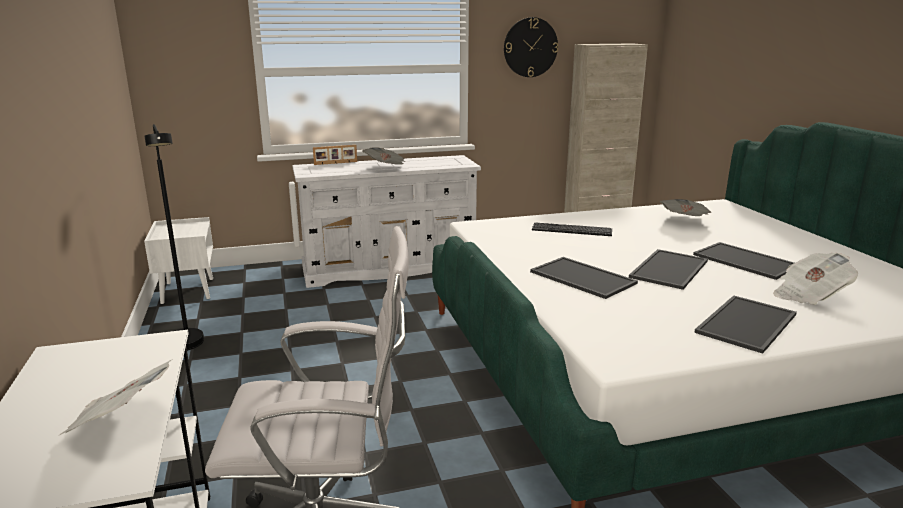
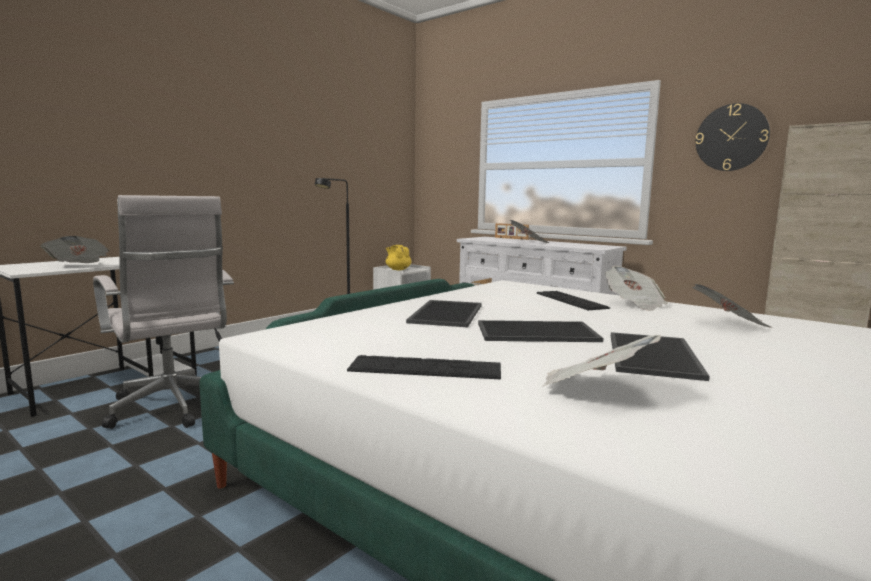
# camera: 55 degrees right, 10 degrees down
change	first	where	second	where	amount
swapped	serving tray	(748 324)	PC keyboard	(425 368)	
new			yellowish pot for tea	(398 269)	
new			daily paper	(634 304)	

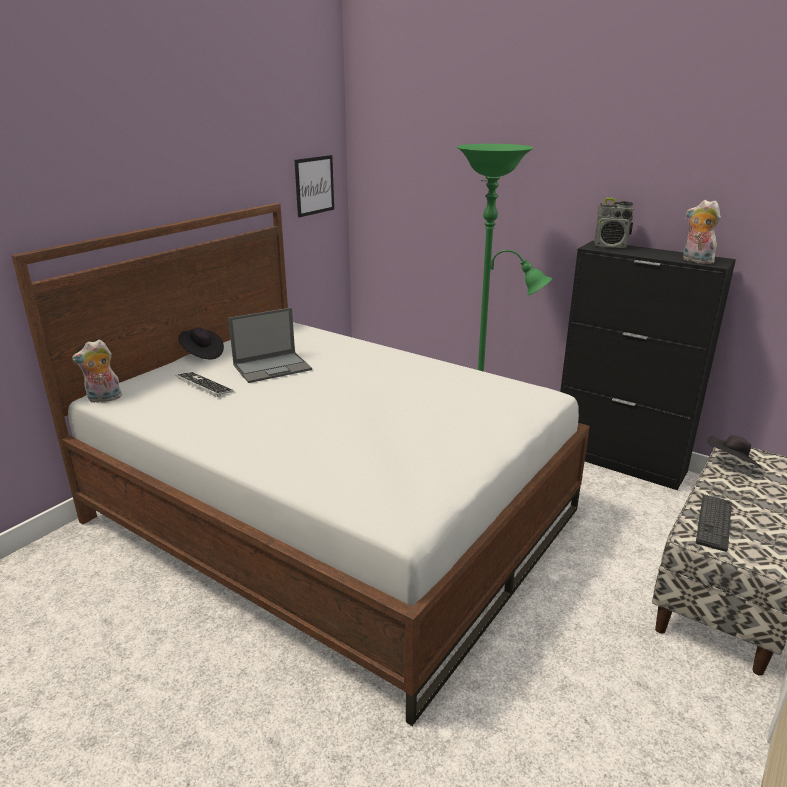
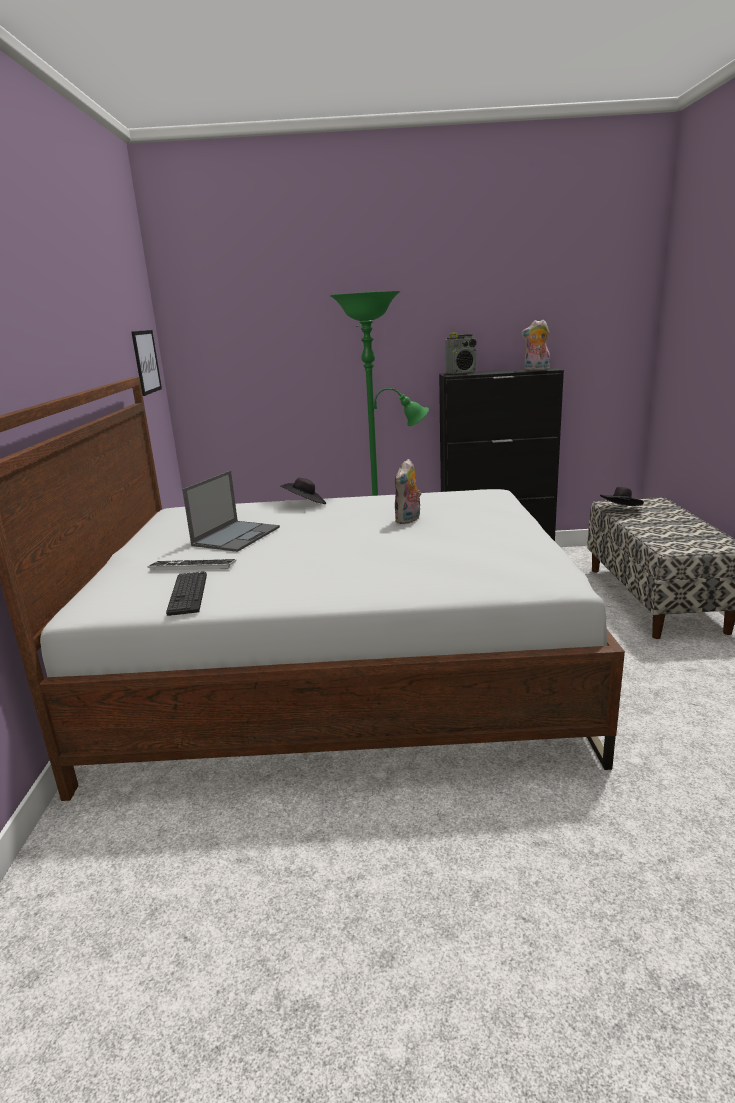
# camera: 35 degrees left, 5 degrees down
change	first	where	second	where	amount
shifted	plush toy	(104 399)		(408 520)	
shifted	black-coloured wearable hat	(202 354)		(305 504)	
shifted	PC keyboard	(714 523)		(188 594)	

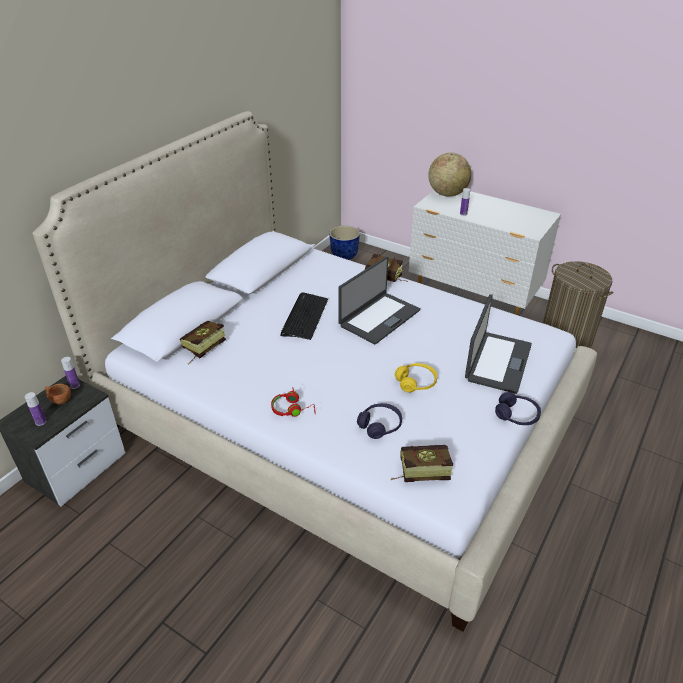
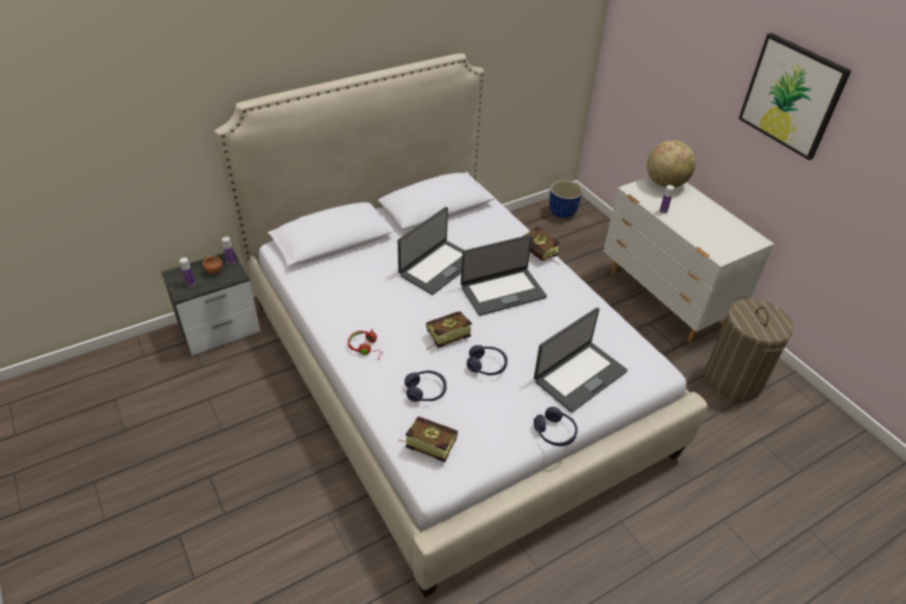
# camera: 25 degrees right, 5 degrees up
change	first	where	second	where	amount
shifted	volume	(201 349)		(444 338)	
swapped	PC keyboard	(304 316)	portable computer	(437 267)	
repainted	yellowish pair of headphones	(416 382)	purplish pair of headphones	(486 365)	
new			picture	(792 96)	

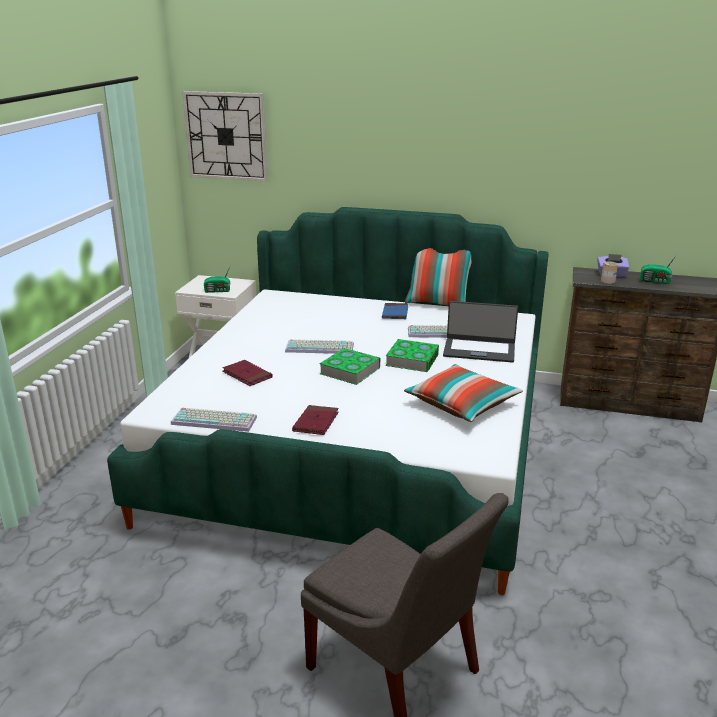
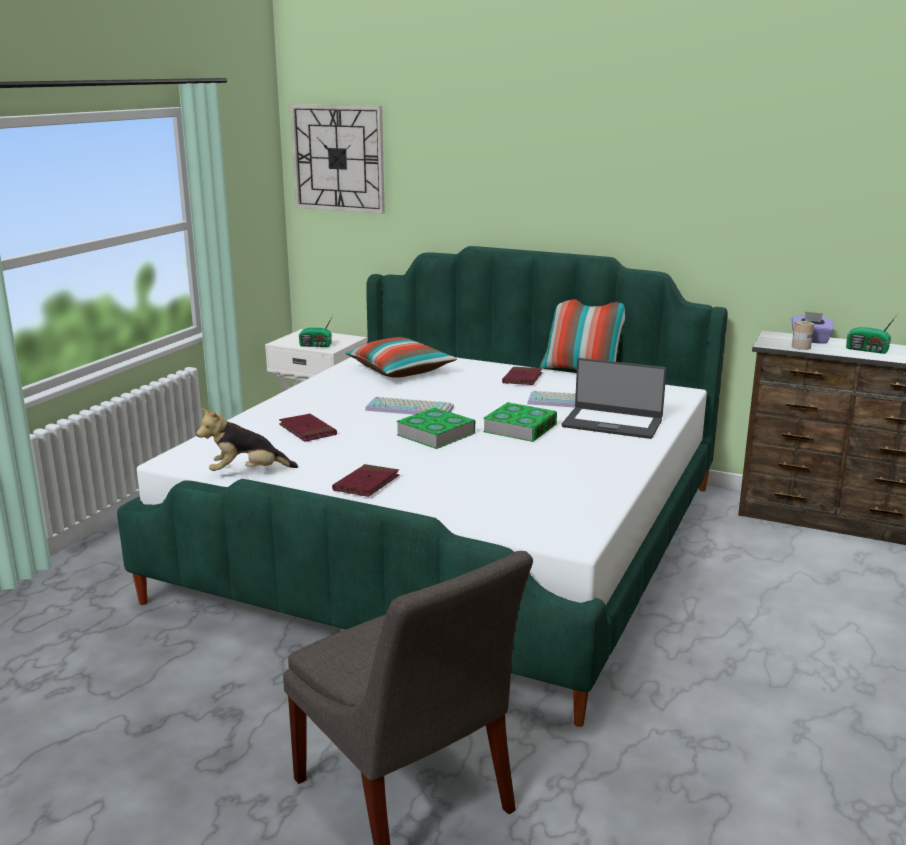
# camera: 10 degrees right, 5 degrees down
change	first	where	second	where	amount
swapped	PC keyboard	(215 420)	plush toy	(247 473)	
repainted	blue-coloured volume	(395 313)	red-coloured volume	(522 379)	
shifted	cushion	(461 405)		(400 371)	

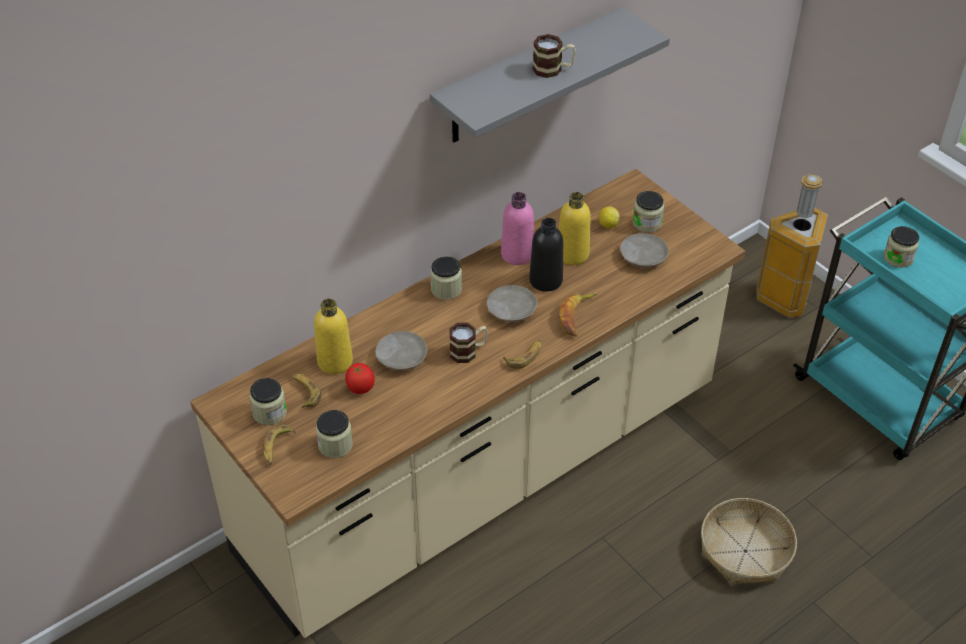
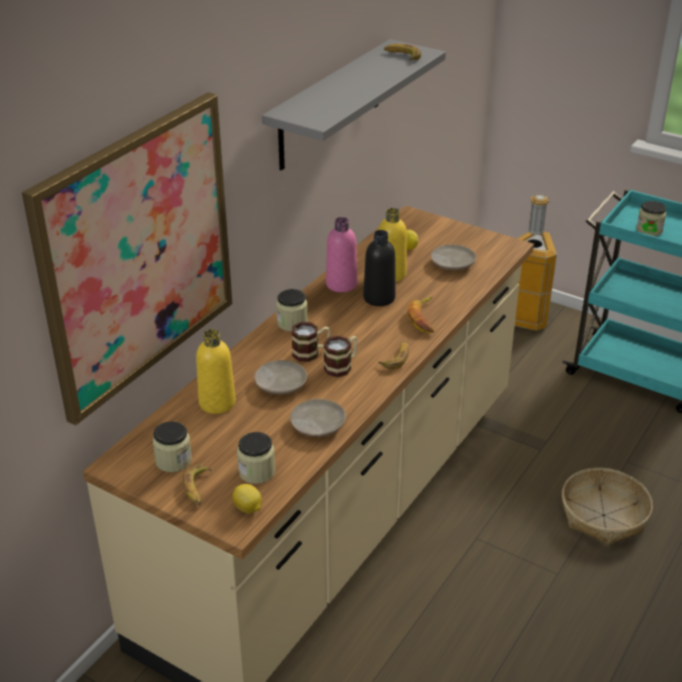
# camera: 20 degrees left, 10 degrees down
change	first	where	second	where	amount
shifted	banana fruit	(305 392)		(402 56)	
gone	fresh tomato	(360 388)			
shifted	beige-coloured plate	(511 309)		(317 425)	
shifted	mug	(553 69)		(311 352)	
gone	jar	(647 223)			
new			picture	(138 254)	
new			citrus fruit	(248 509)	

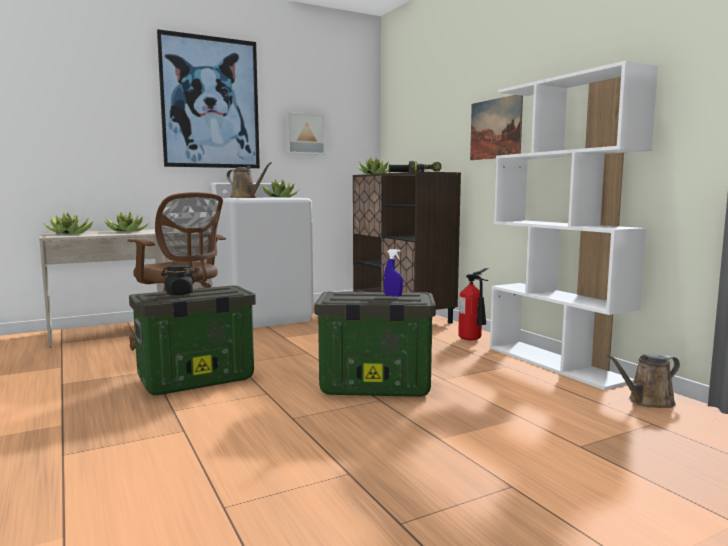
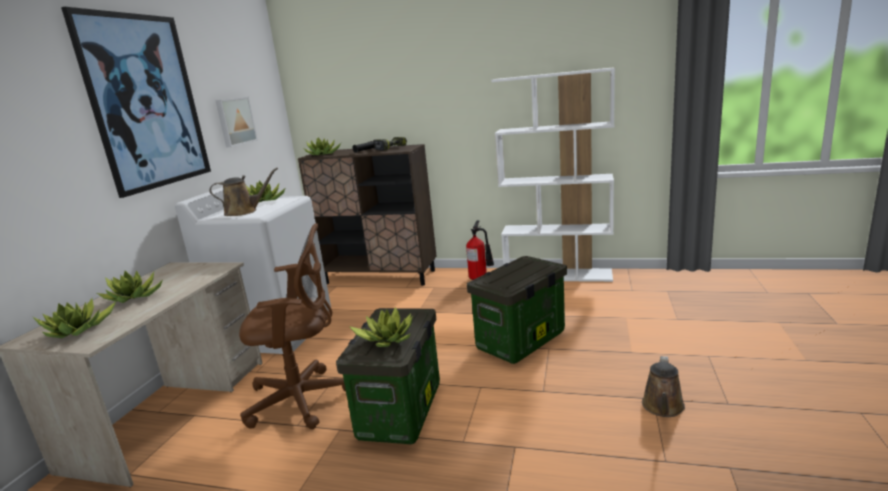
# camera: 45 degrees left, 10 degrees up
change	first	where	second	where	amount
swapped	black-coloured jar	(179 293)	plant in a pot	(387 338)	
gone	blue-coloured spray bottle	(393 296)			
gone	picture	(495 129)			
shifted	brown-coloured watering pot	(647 401)		(663 407)	

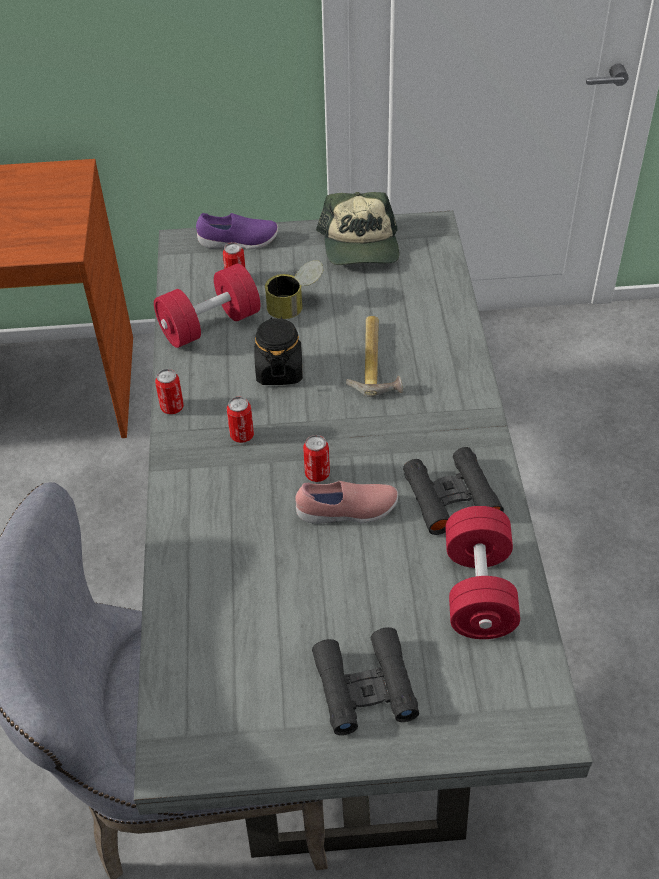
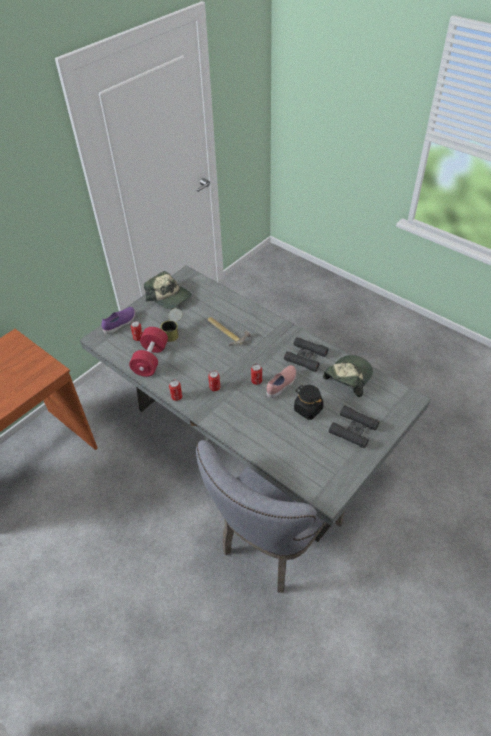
# camera: 45 degrees left, 0 degrees up
change	first	where	second	where	amount
shifted	black-coloured jar	(279 371)		(308 409)	
swapped	red-coloured hand weight	(478 590)	peaked cap	(348 378)	

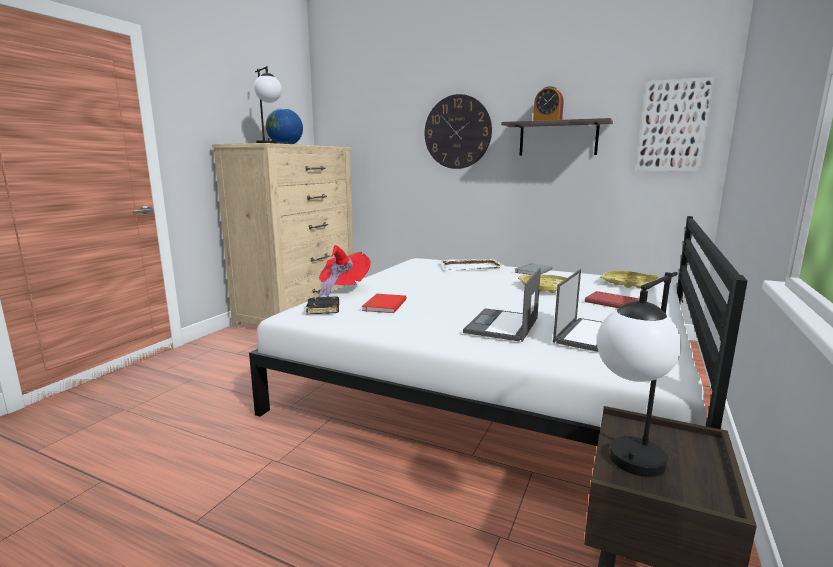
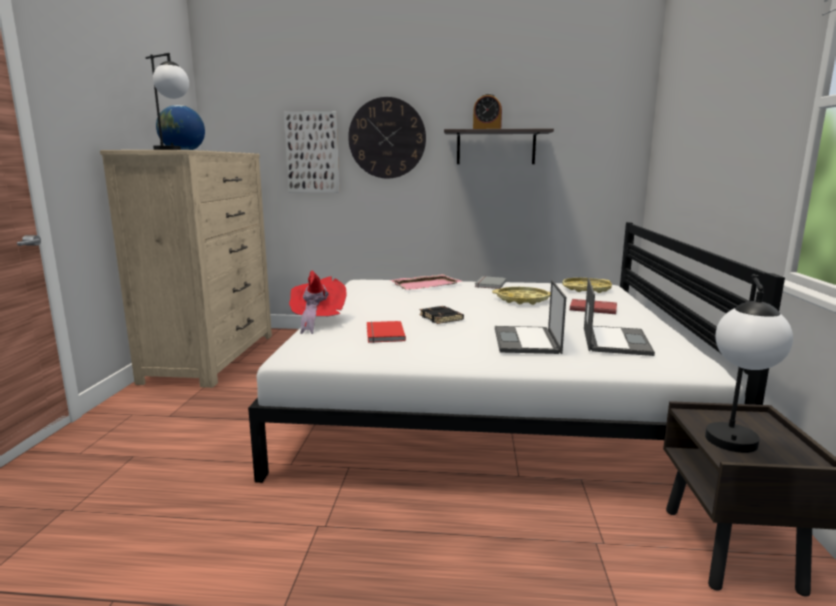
# camera: 20 degrees left, 0 degrees up
change	first	where	second	where	amount
shifted	black-coloured volume	(324 309)		(442 318)	
repainted	white serving tray	(471 266)	pink serving tray	(426 284)	
shifted	picture	(673 126)		(312 152)	

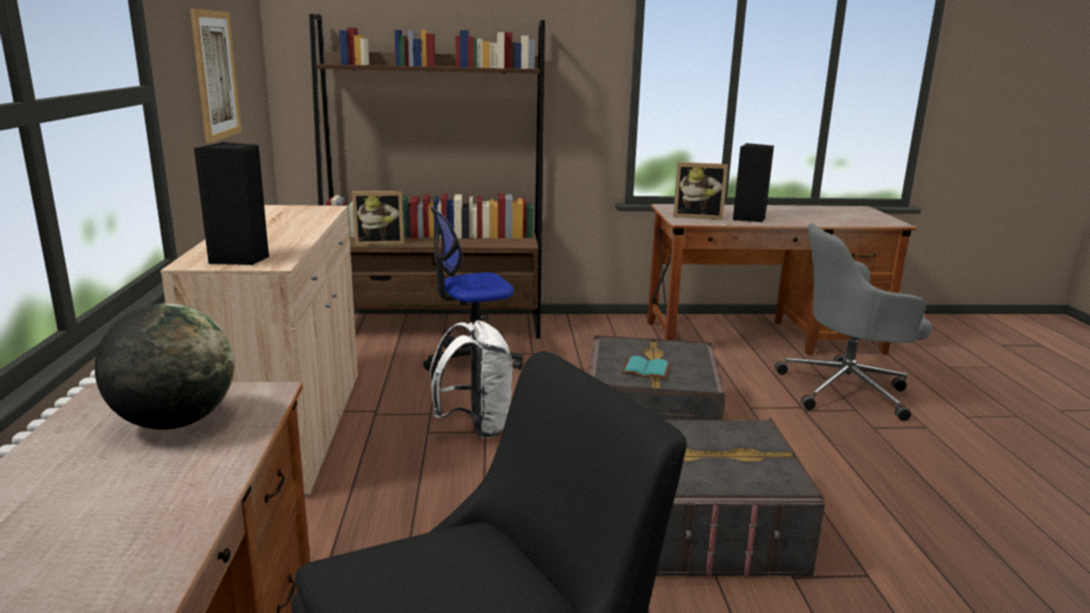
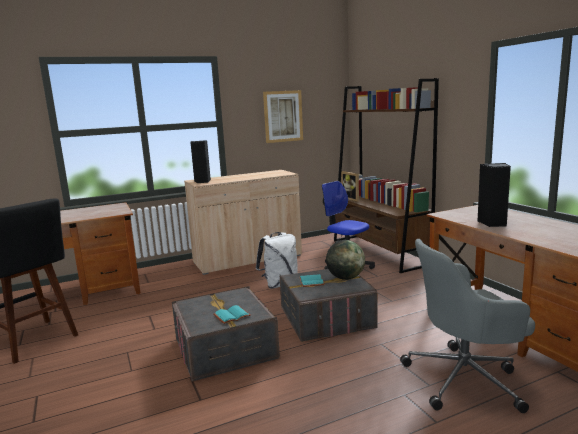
# camera: 70 degrees right, 5 degrees down
change	first	where	second	where	amount
shifted	world globe	(174 422)		(345 278)	
gone	photo frame	(697 216)			
rotated	gray office chair	(847 390)		(465 379)	75 degrees counterclockwise
new			blue-green volume	(232 316)	

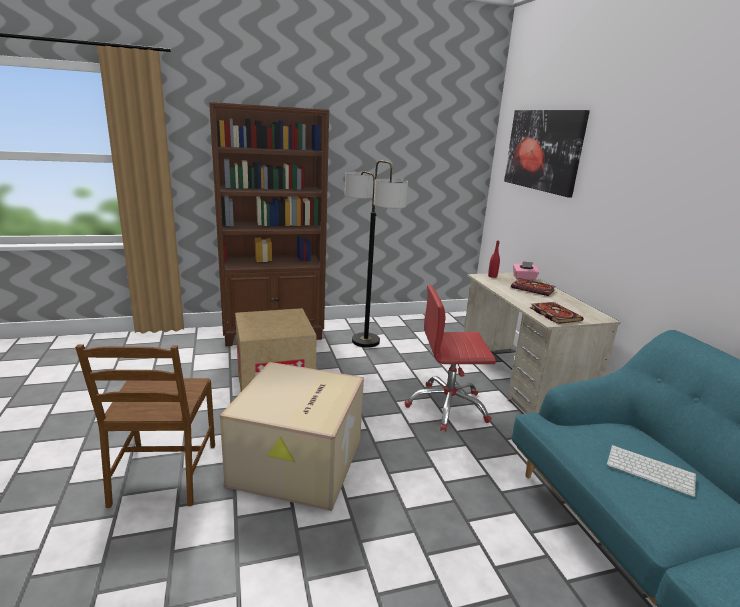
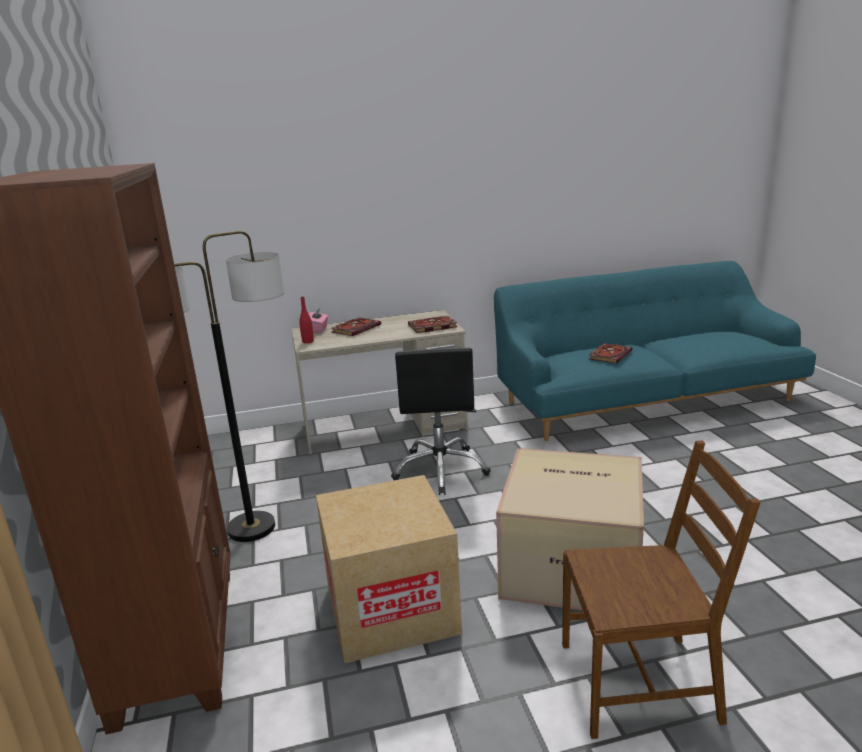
# camera: 85 degrees left, 0 degrees up
change	first	where	second	where	amount
repainted	red-coloured office chair	(447 407)	black-coloured office chair	(441 469)	
gone	picture	(543 150)			
swapped	PC keyboard	(651 470)	volume	(610 355)	

